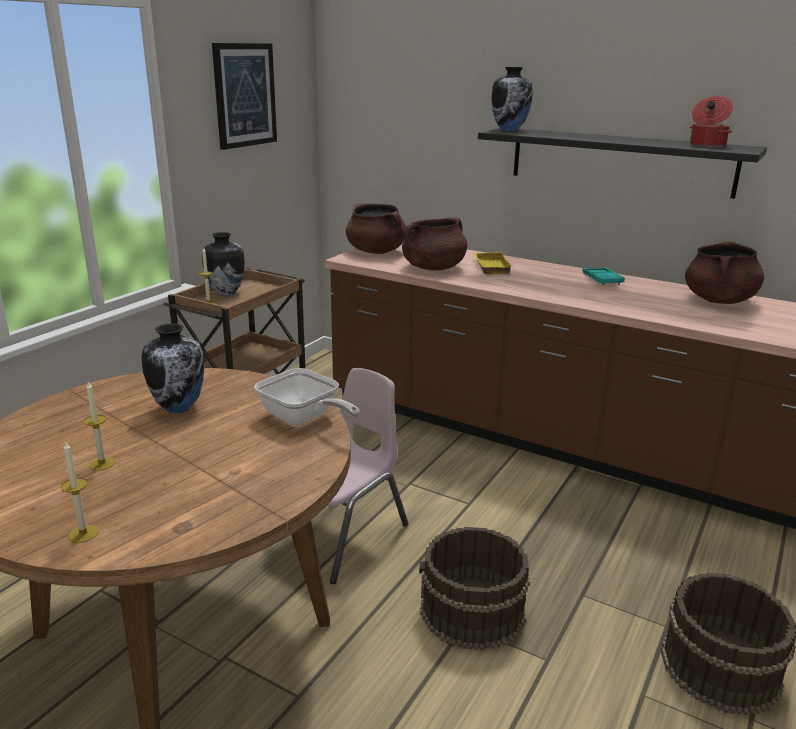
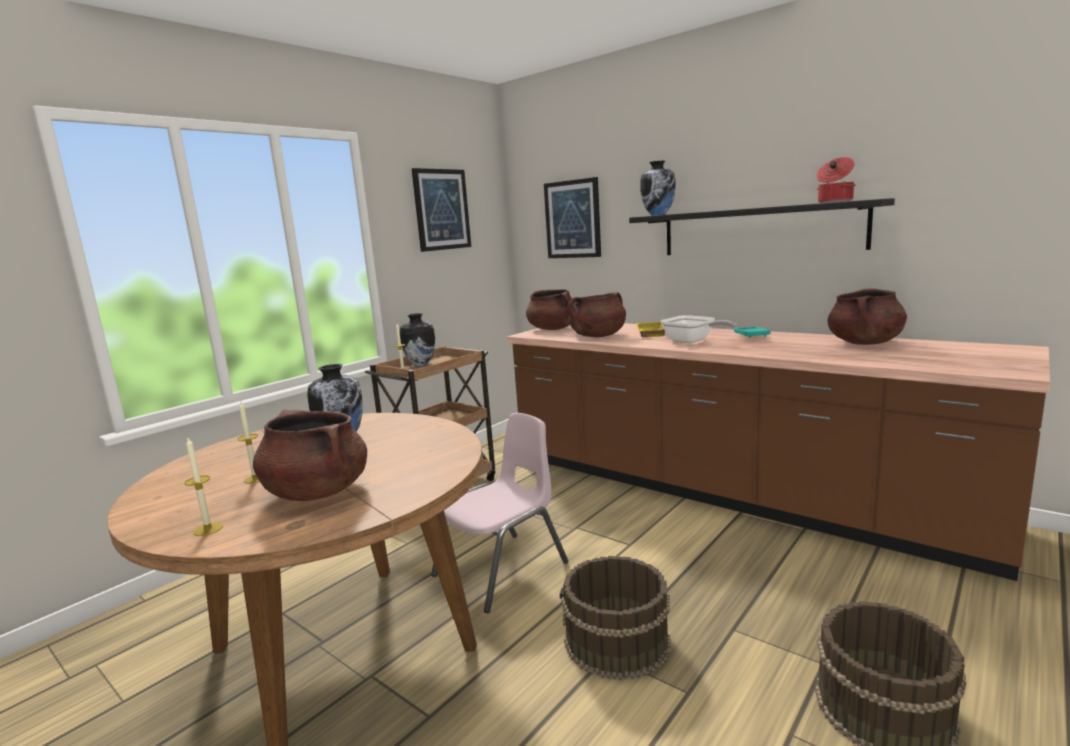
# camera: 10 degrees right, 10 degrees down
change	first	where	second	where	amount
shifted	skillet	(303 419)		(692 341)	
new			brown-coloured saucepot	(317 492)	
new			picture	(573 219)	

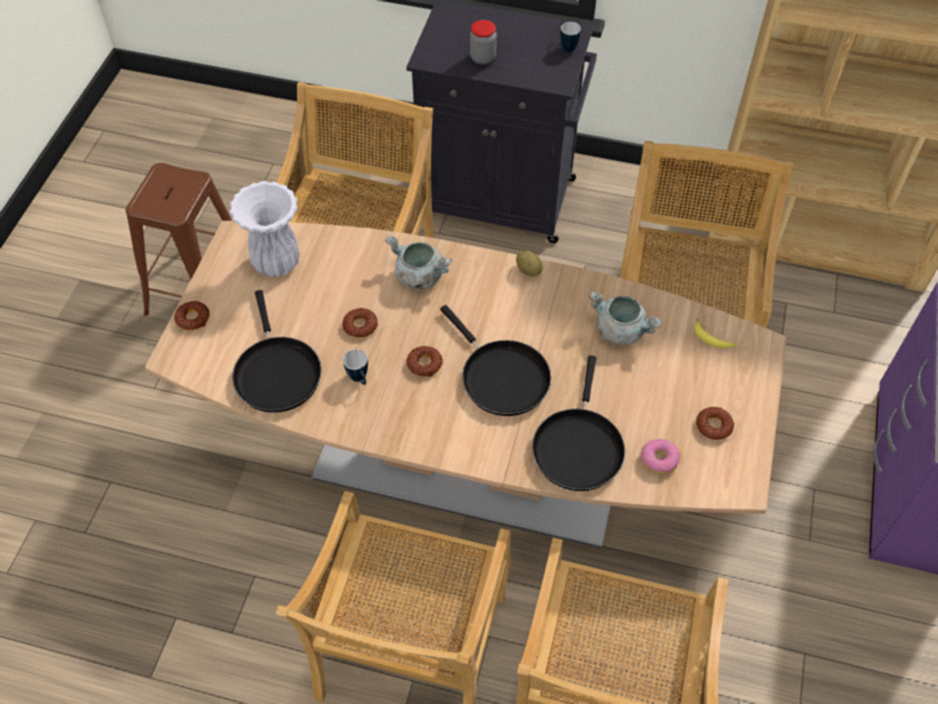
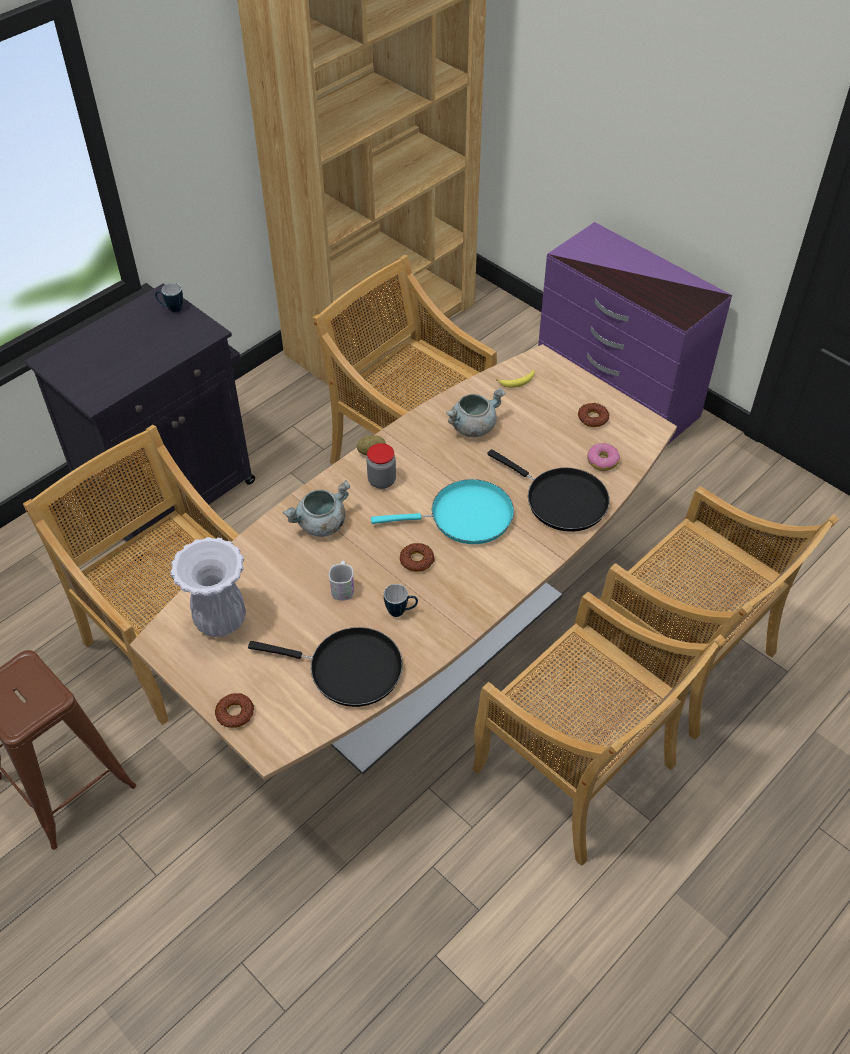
# camera: 60 degrees left, 5 degrees down
change	first	where	second	where	amount
swapped	doughnut	(360 325)	white mug	(343 587)	
repainted	black-coloured skillet	(501 376)	blue-green skillet	(465 517)	
shifted	jar	(483 58)		(382 481)	

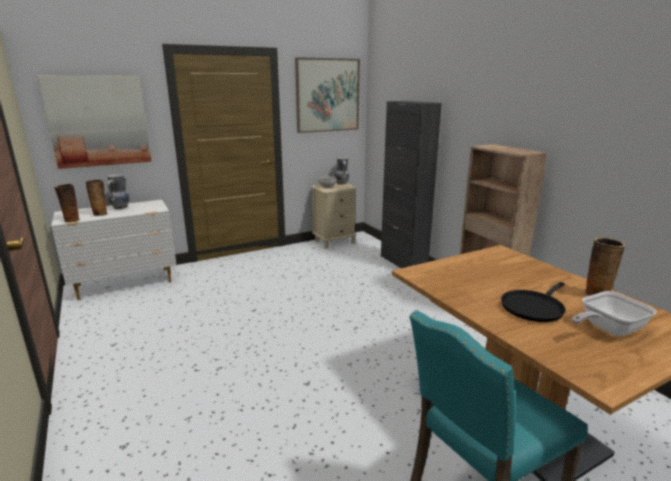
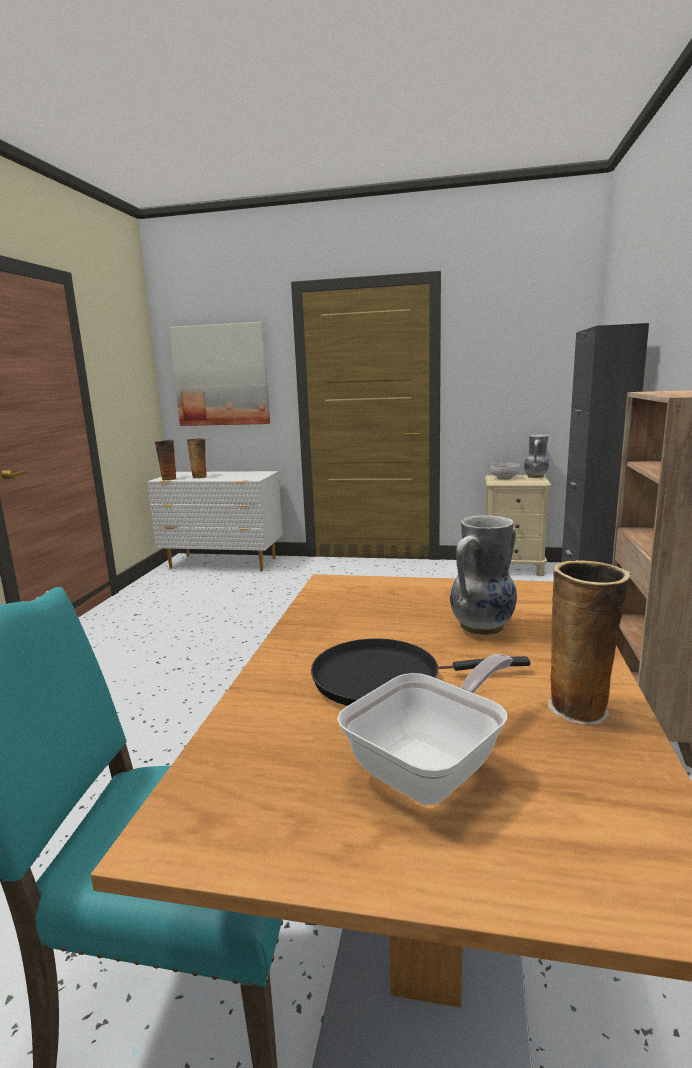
# camera: 40 degrees right, 5 degrees down
change	first	where	second	where	amount
shifted	decorative vase	(121 207)		(483 628)	
gone	picture	(327 95)			
rotated	skillet	(607 329)		(434 766)	120 degrees clockwise

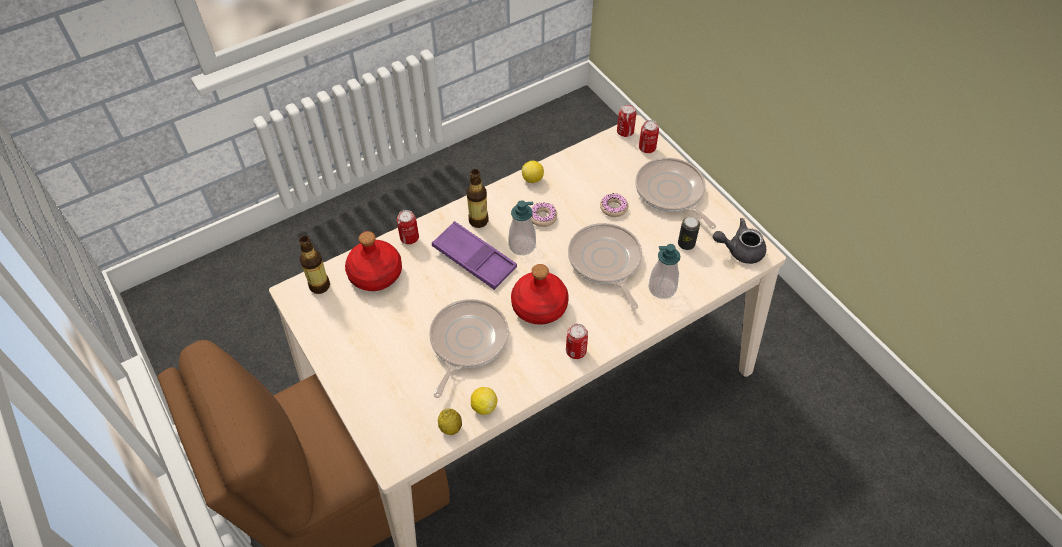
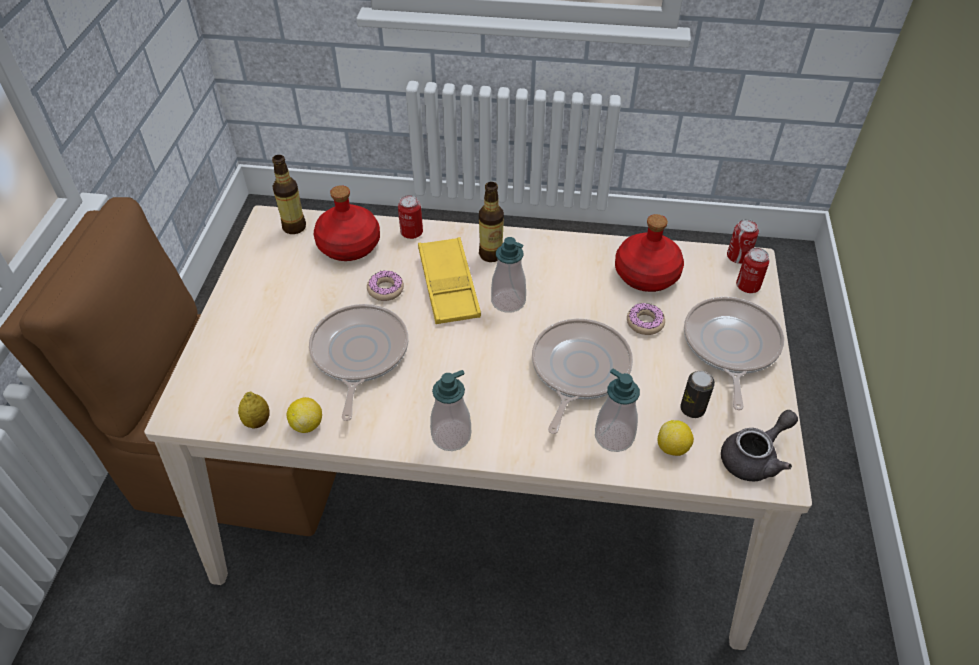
# camera: 40 degrees right, 5 degrees down
change	first	where	second	where	amount
rotated	skillet	(467 342)		(359 355)	60 degrees counterclockwise
repainted	purplish serving tray	(474 259)	yellowish serving tray	(448 286)	
shifted	red-coloured bottle	(540 306)		(647 275)	
shifted	citrus fruit	(533 179)		(672 448)	
shifted	doughnut	(543 217)		(385 289)	
swapped	sealed can	(576 351)	soap bottle	(451 436)	
rotated	gray pot for tea	(739 250)		(755 457)	105 degrees clockwise

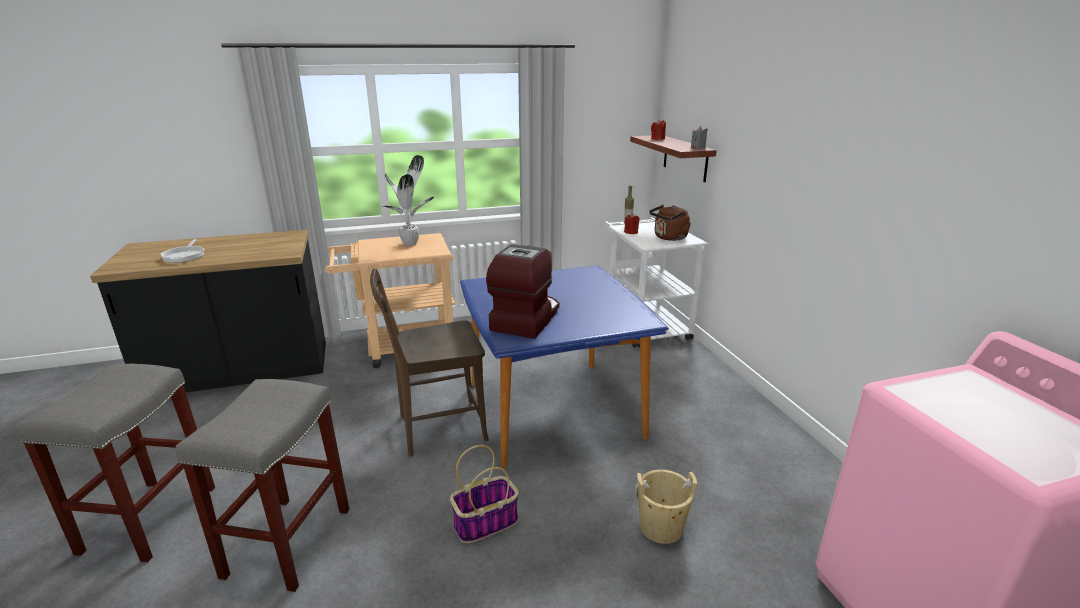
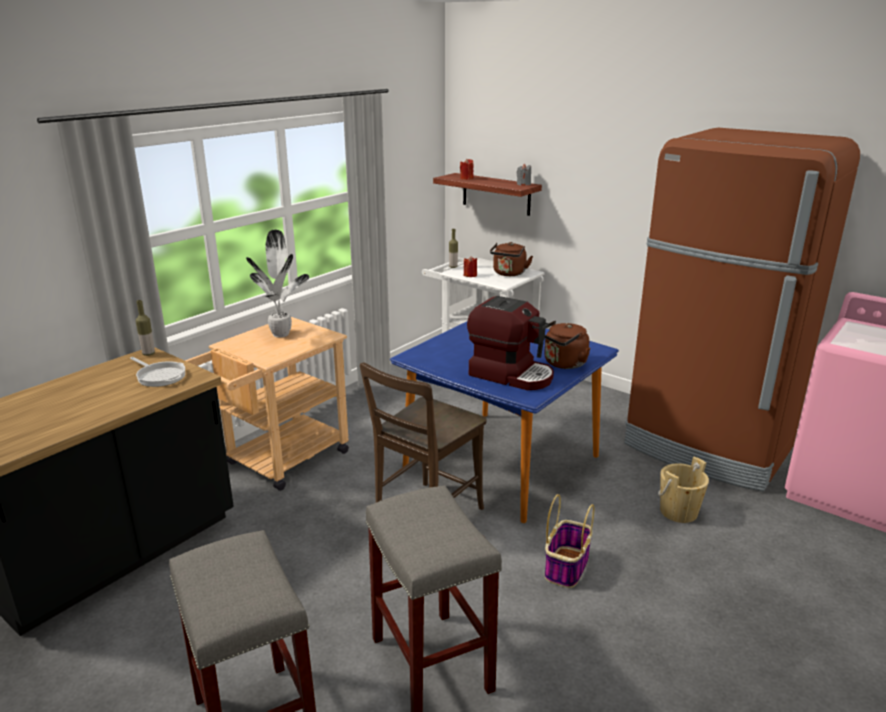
# camera: 35 degrees left, 0 degrees up
change	first	where	second	where	amount
shifted	skillet	(185 255)		(160 376)	
rotated	coffee machine	(525 319)		(511 374)	135 degrees clockwise
new			bottle	(148 354)	
new			brown-coloured water kettle	(563 364)	
new			brown-coloured kitchen fridge	(707 447)	

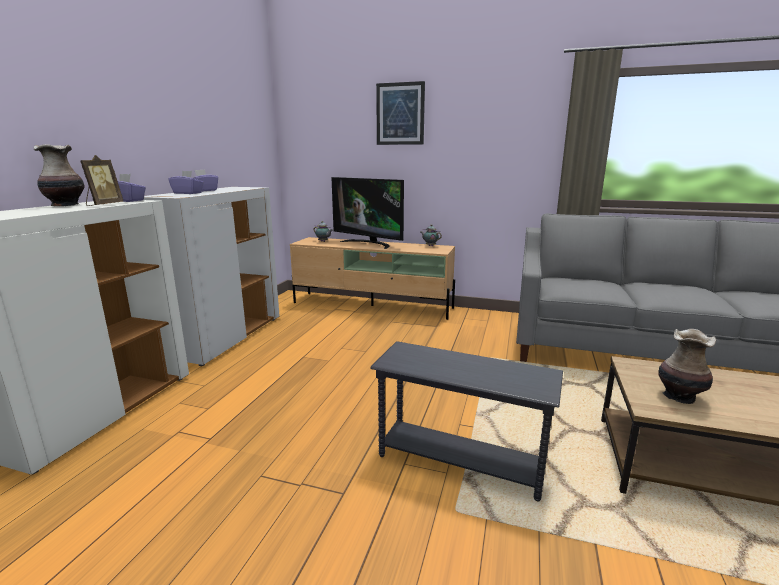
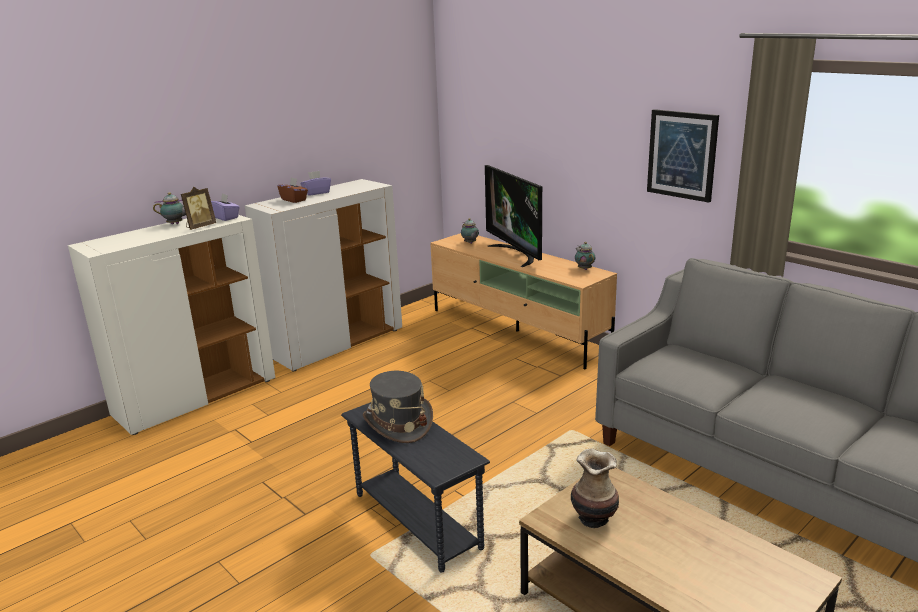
# camera: 30 degrees right, 5 degrees up
change	first	where	second	where	amount
swapped	decorative vase	(65 205)	pot for tea	(176 224)	
repainted	purplish tissue box	(188 193)	brown-coloured tissue box	(294 200)	
shifted	picture	(400 114)		(682 155)	
new			gray wearable hat	(398 423)	

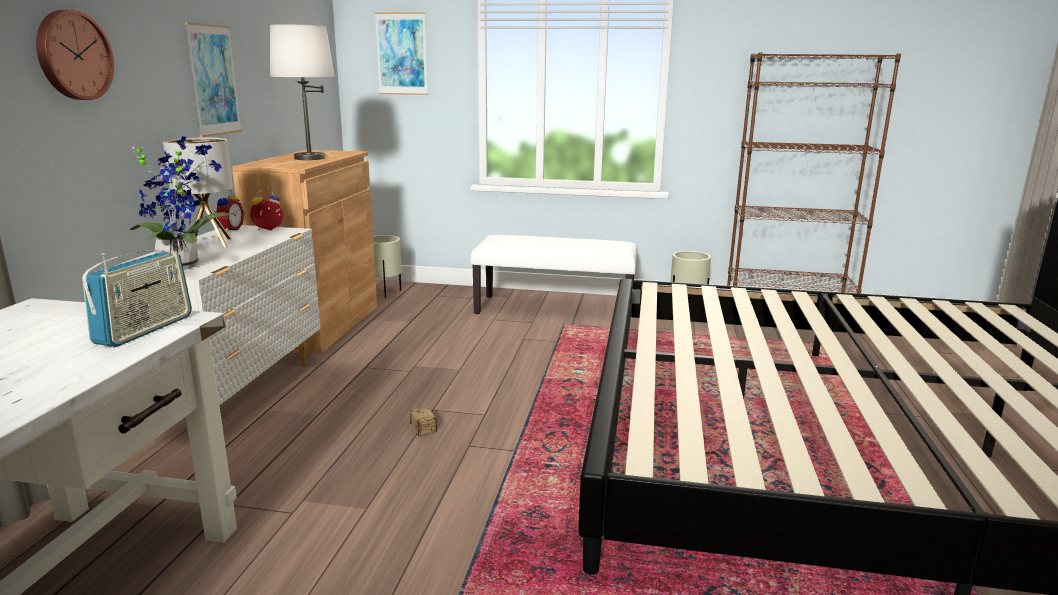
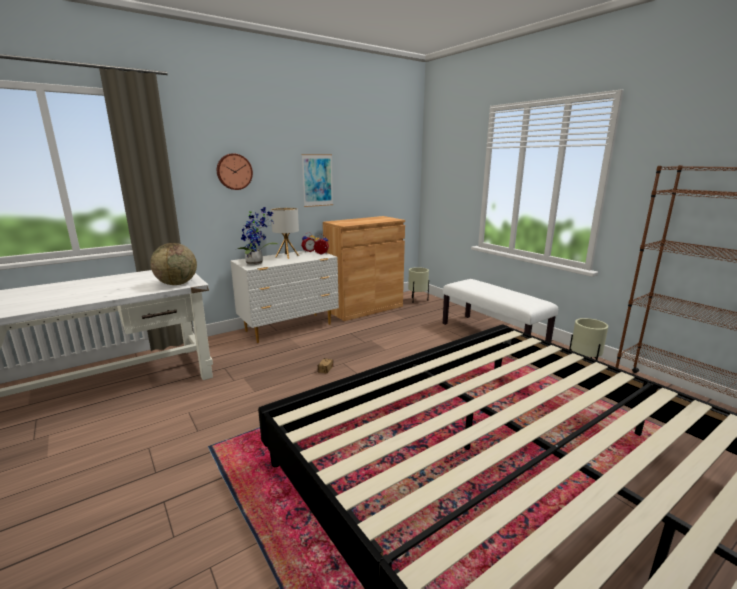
# camera: 45 degrees right, 0 degrees up
change	first	where	second	where	amount
swapped	radio	(145 330)	world globe	(177 284)	
gone	white lamp for a table	(309 158)			
gone	picture	(401 54)			

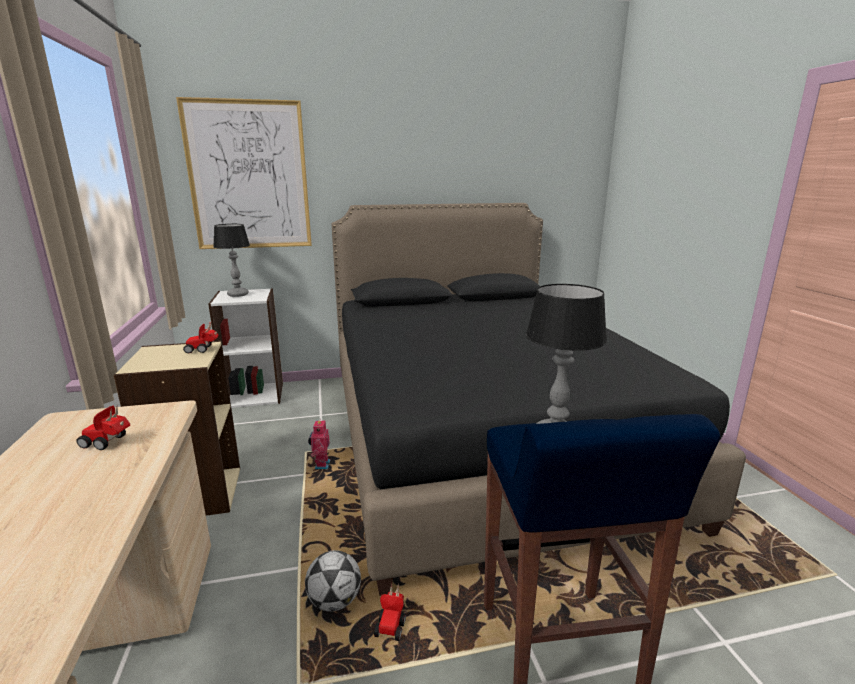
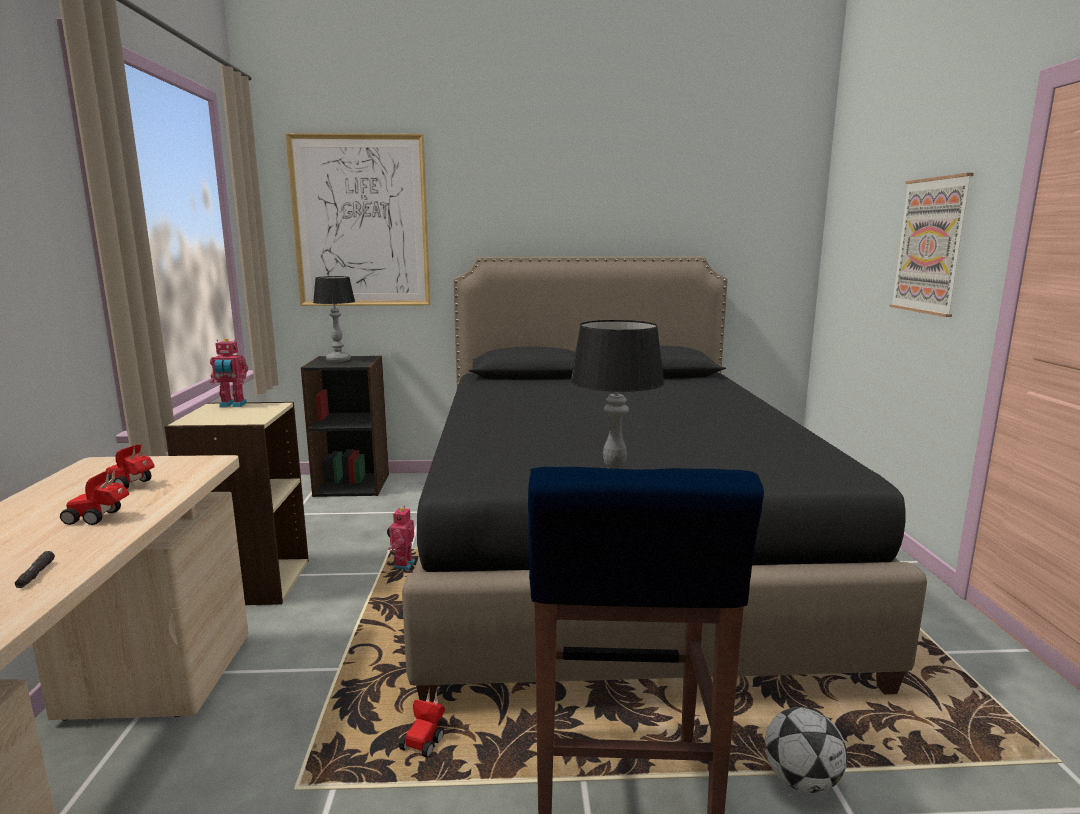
# camera: 10 degrees right, 5 degrees down
change	first	where	second	where	amount
shifted	toy car	(203 349)		(100 518)	
repainted	white bookcase	(255 394)	black-coloured bookcase	(352 484)	
shifted	football	(334 601)		(801 780)	
new			black-coloured hand torch	(36 575)	
new			robot figure	(232 405)	
new			picture	(930 246)	

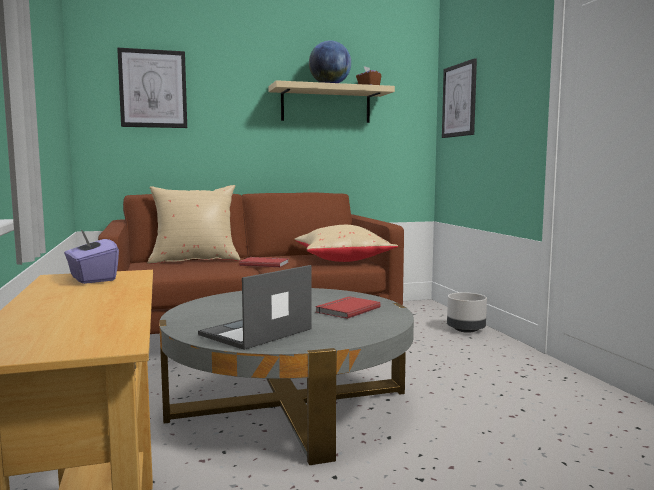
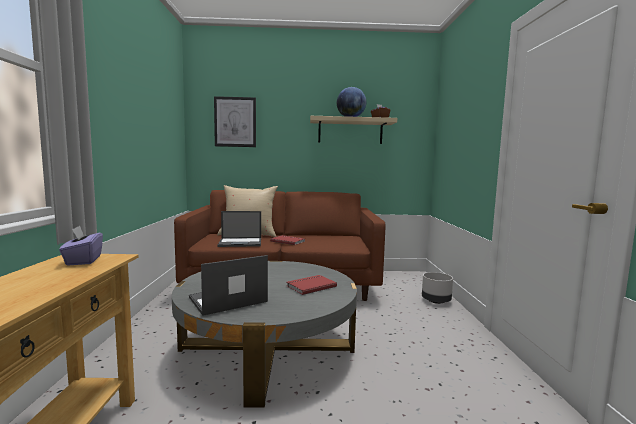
# camera: 15 degrees right, 0 degrees up
change	first	where	second	where	amount
gone	beige-coloured cushion	(342 260)			
gone	picture	(459 100)			
new			portable computer	(241 242)	

